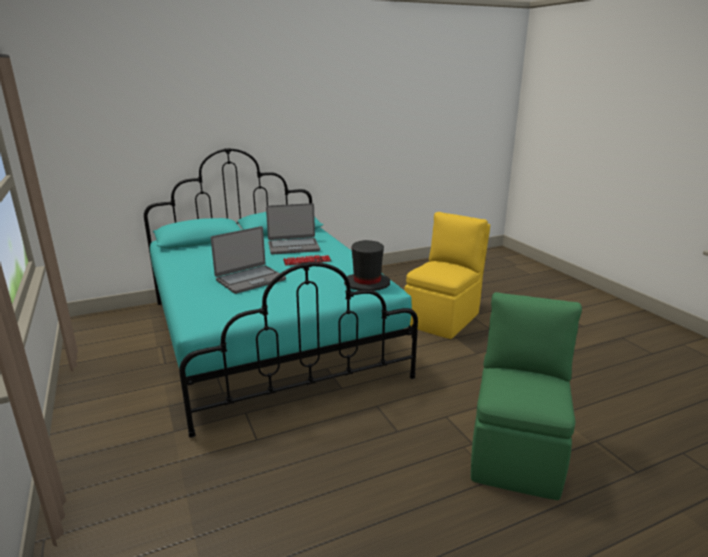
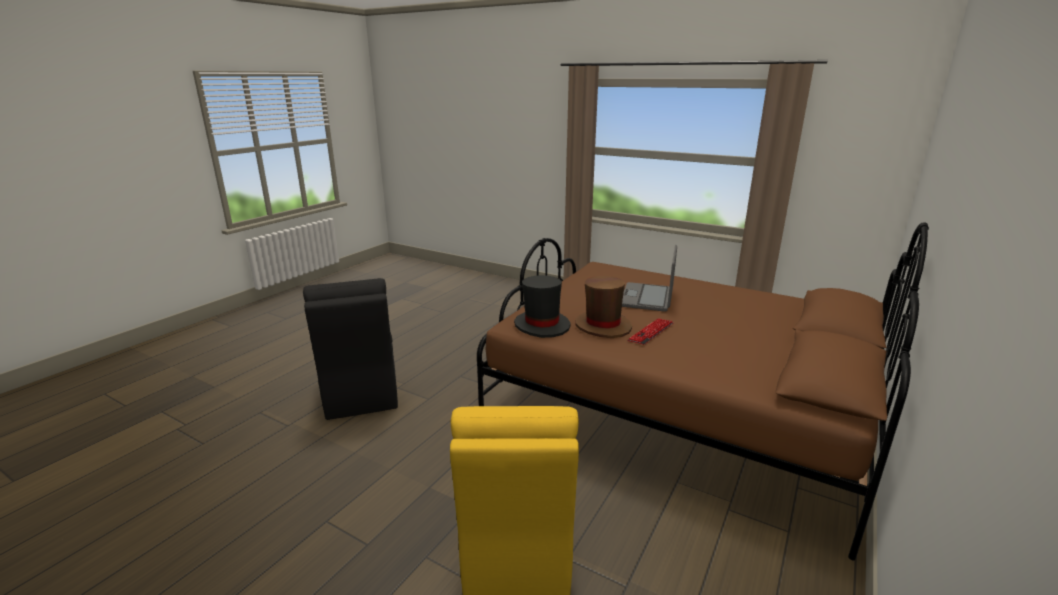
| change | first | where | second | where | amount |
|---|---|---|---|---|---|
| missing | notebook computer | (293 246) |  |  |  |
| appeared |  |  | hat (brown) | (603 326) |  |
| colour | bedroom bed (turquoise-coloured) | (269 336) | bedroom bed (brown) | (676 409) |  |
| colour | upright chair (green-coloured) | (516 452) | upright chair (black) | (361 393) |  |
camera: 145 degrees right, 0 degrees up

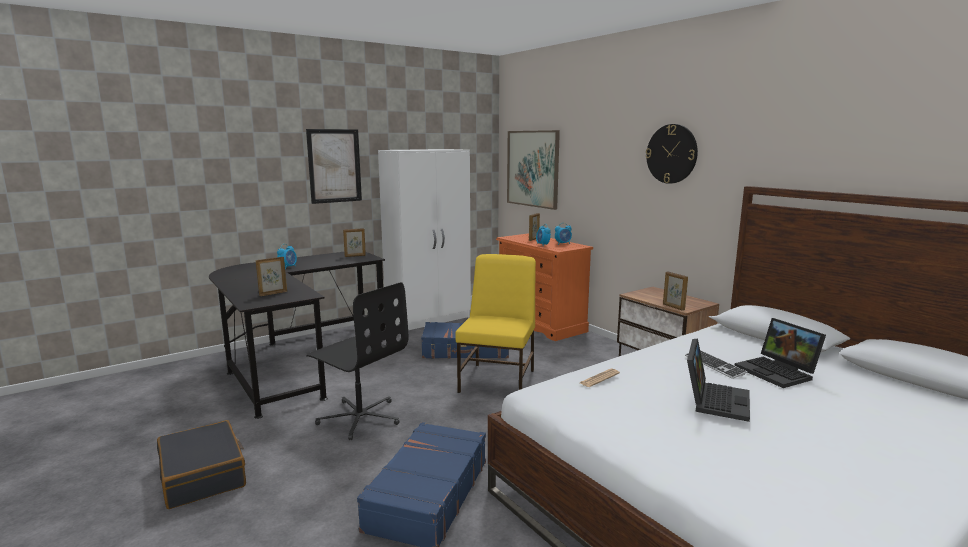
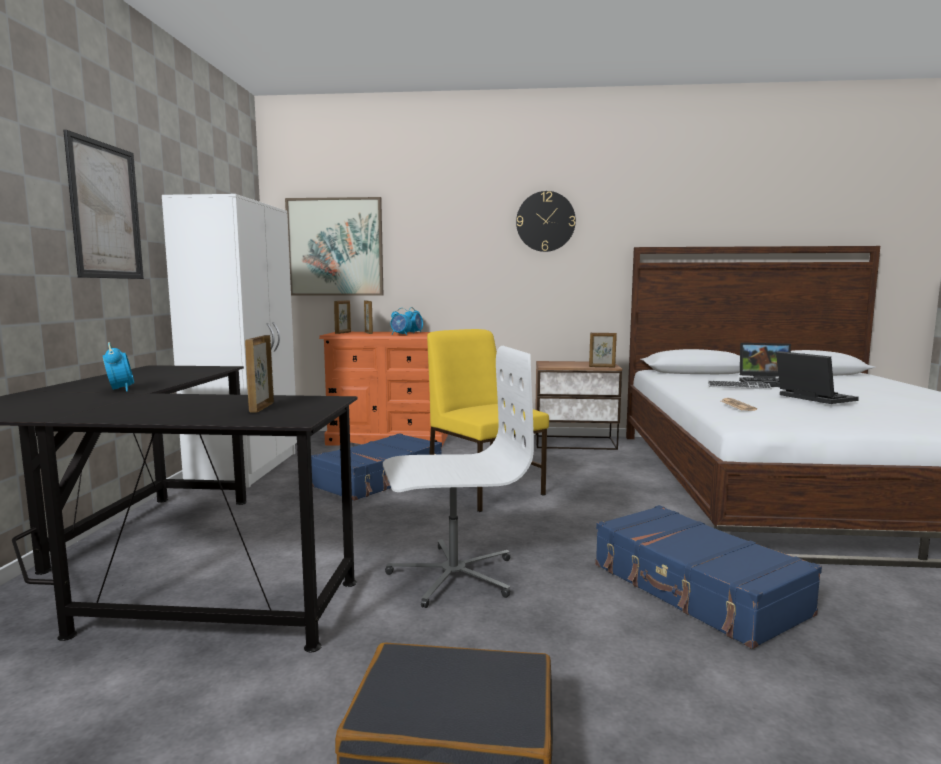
| change | first | where | second | where | amount |
|---|---|---|---|---|---|
| relocated | photo frame | (355 256) |  | (343 333) |  |
| colour | computer chair (black) | (360 417) | computer chair (whitish) | (452 575) |  |
camera: 50 degrees left, 5 degrees down

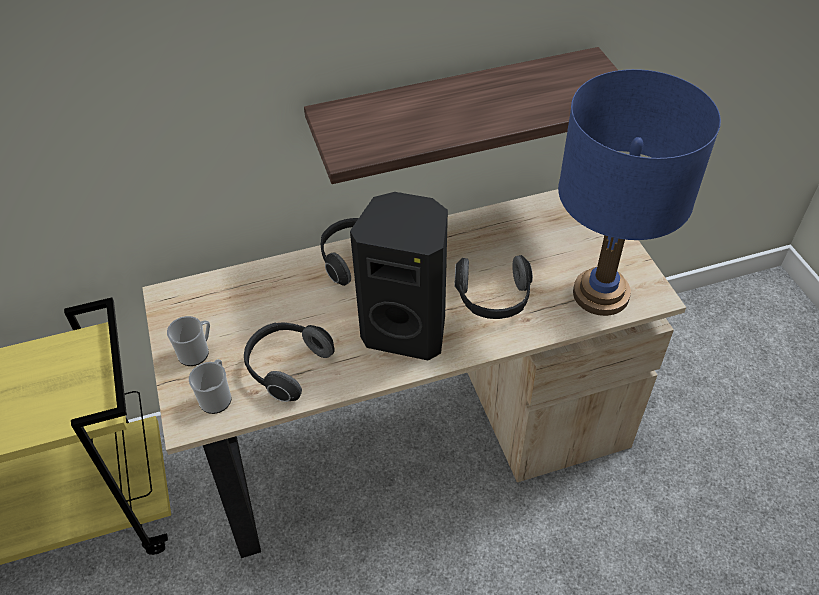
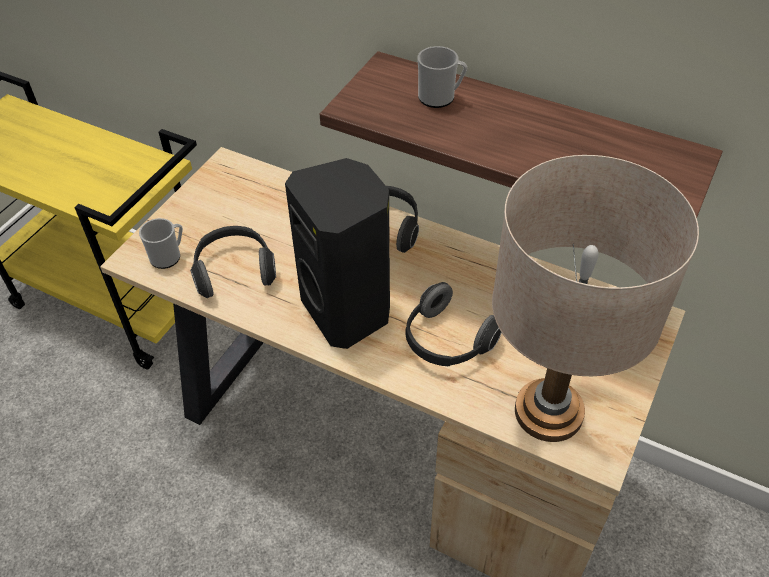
| change | first | where | second | where | amount |
|---|---|---|---|---|---|
| relocated | coffee mug | (197 352) |  | (440 98) |  |
| colour | tabletop lamp (blue) | (601 294) | tabletop lamp (beige) | (548 412) |  |
camera: 45 degrees right, 0 degrees up

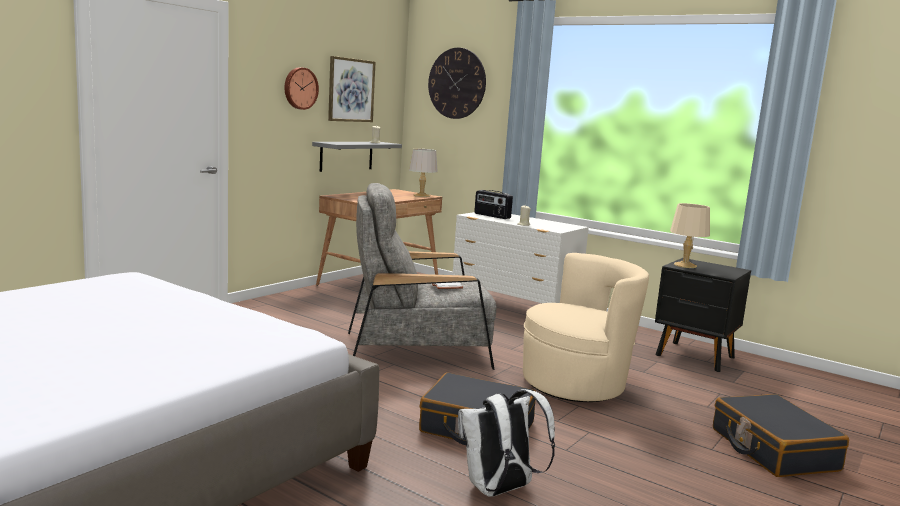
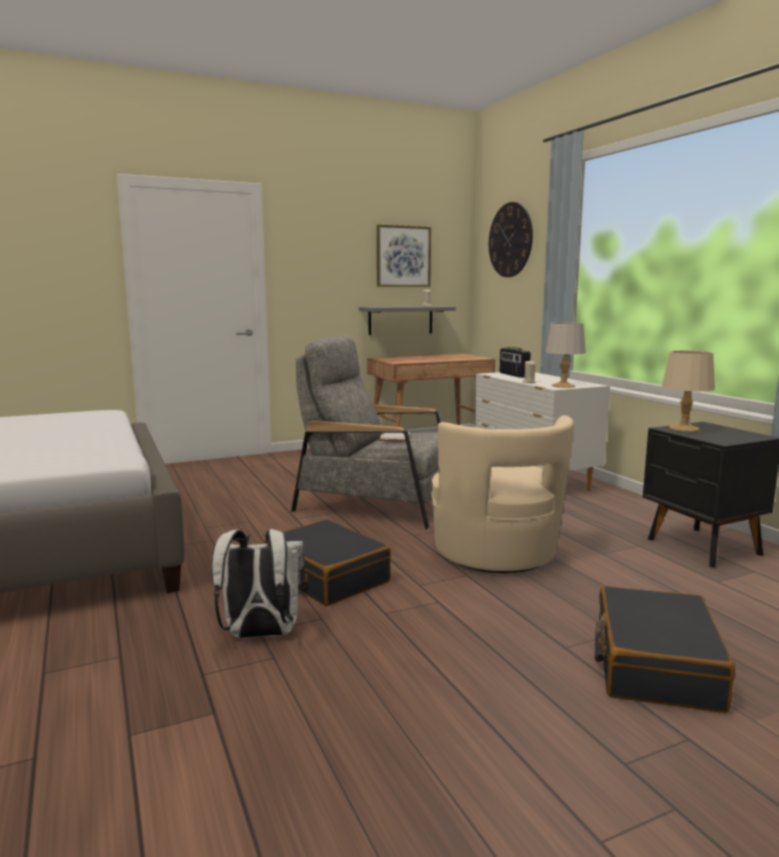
| change | first | where | second | where | amount |
|---|---|---|---|---|---|
| missing | clock on the wall | (300 88) |  |  |  |
| relocated | tabletop lamp (gray) | (421 195) |  | (562 386) |  |
| spun | armchair (beige) | (575 383) |  | (496 554) | 60 degrees clockwise |
camera: 30 degrees right, 0 degrees up

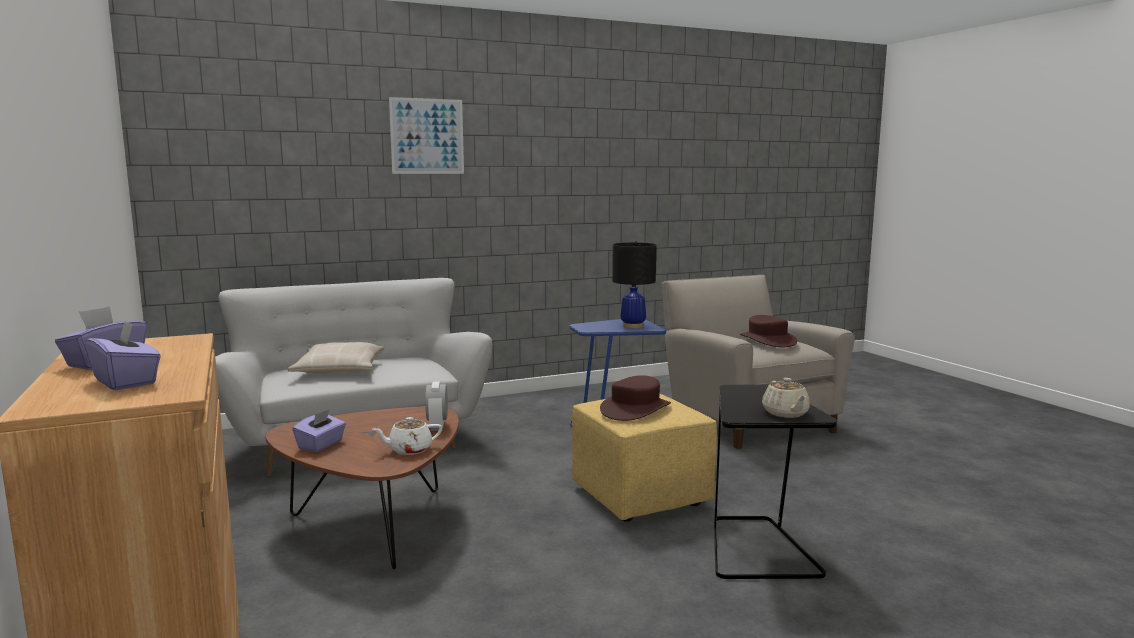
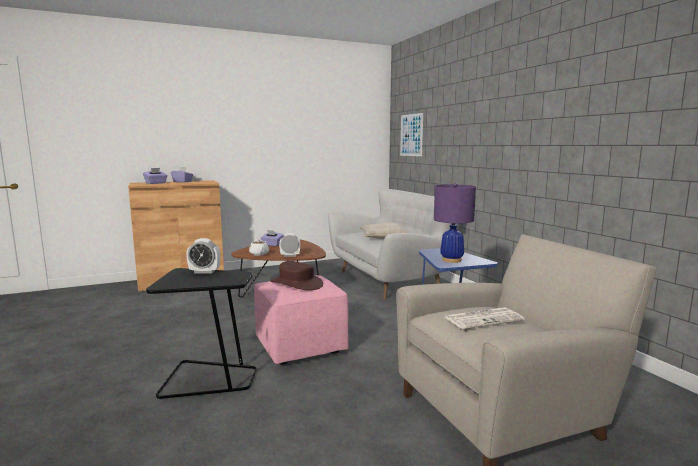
| change | first | where | second | where | amount |
|---|---|---|---|---|---|
| missing | teapot (beige) | (785 413) |  |  |  |
| appeared |  |  | alarm clock | (204 272) |  |
| relocated | picture | (427 136) |  | (411 135) |  |
| exchanged | hat (brown) | (767 340) | printed paper | (483 319) |  |
| colour | footrest (yellow) | (638 497) | footrest (pinkish) | (300 346) |  |
| colour | tabletop lamp (black) | (632 326) | tabletop lamp (purple) | (451 260) |  |
camera: 90 degrees right, 0 degrees up

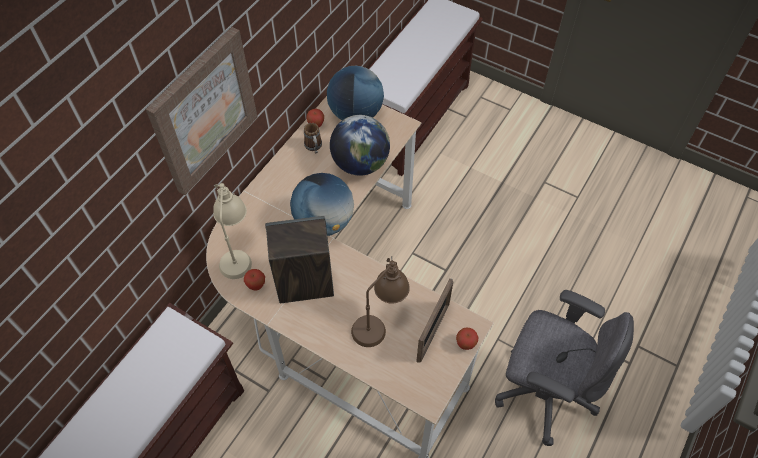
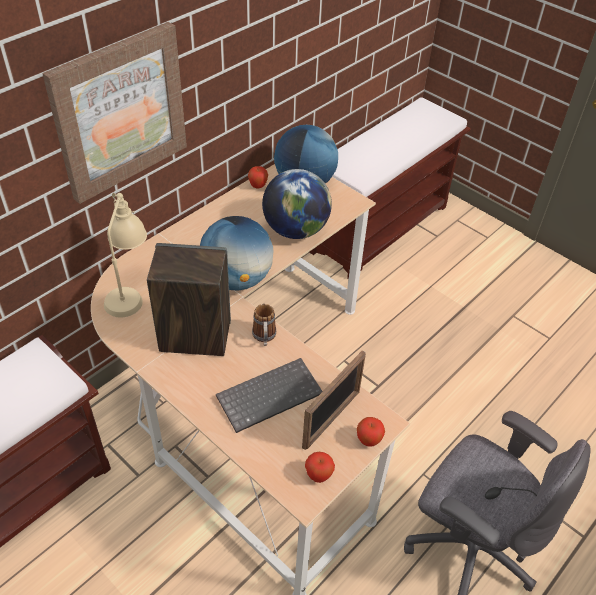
| change | first | where | second | where | amount |
|---|---|---|---|---|---|
| relocated | apple | (256 285) |  | (318 476) |  |
| relocated | coffee mug | (314 148) |  | (264 338) |  |
| exchanged | tabletop lamp (brown) | (379 321) | keyboard | (270 394) |  |
camera: 10 degrees right, 10 degrees down

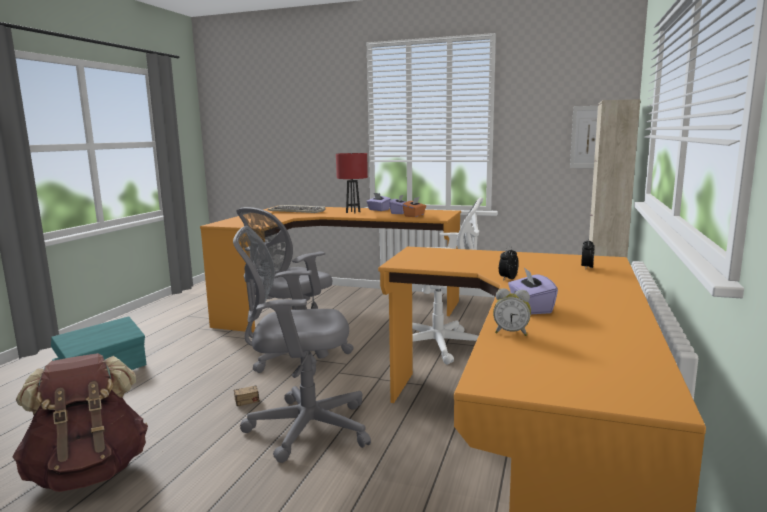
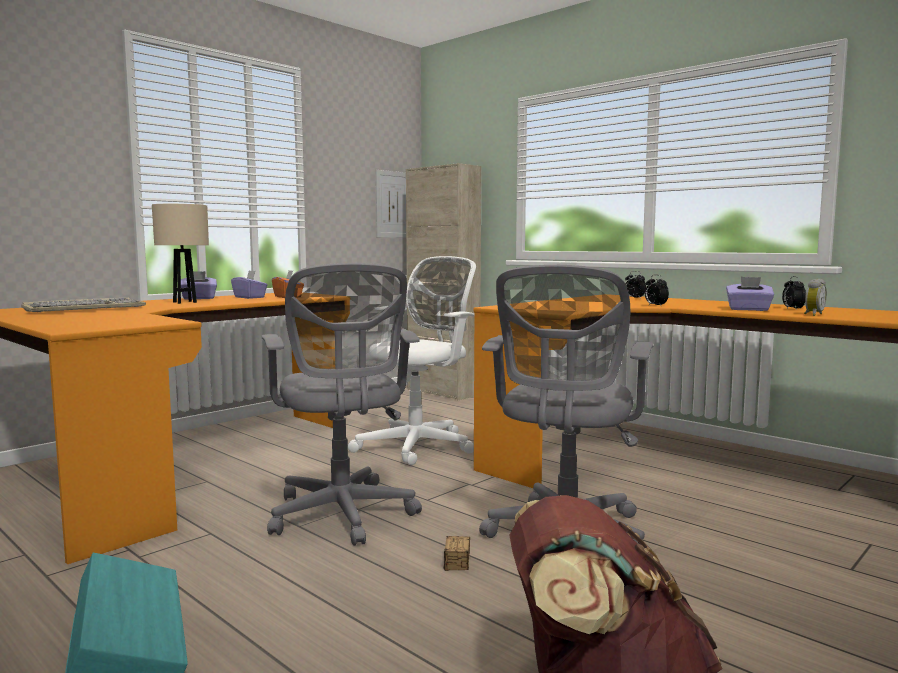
| change | first | where | second | where | amount |
|---|---|---|---|---|---|
| appeared |  |  | alarm clock | (792 309) |  |
| colour | tabletop lamp (red-coloured) | (353 212) | tabletop lamp (beige) | (185 302) |  |
camera: 65 degrees left, 5 degrees down

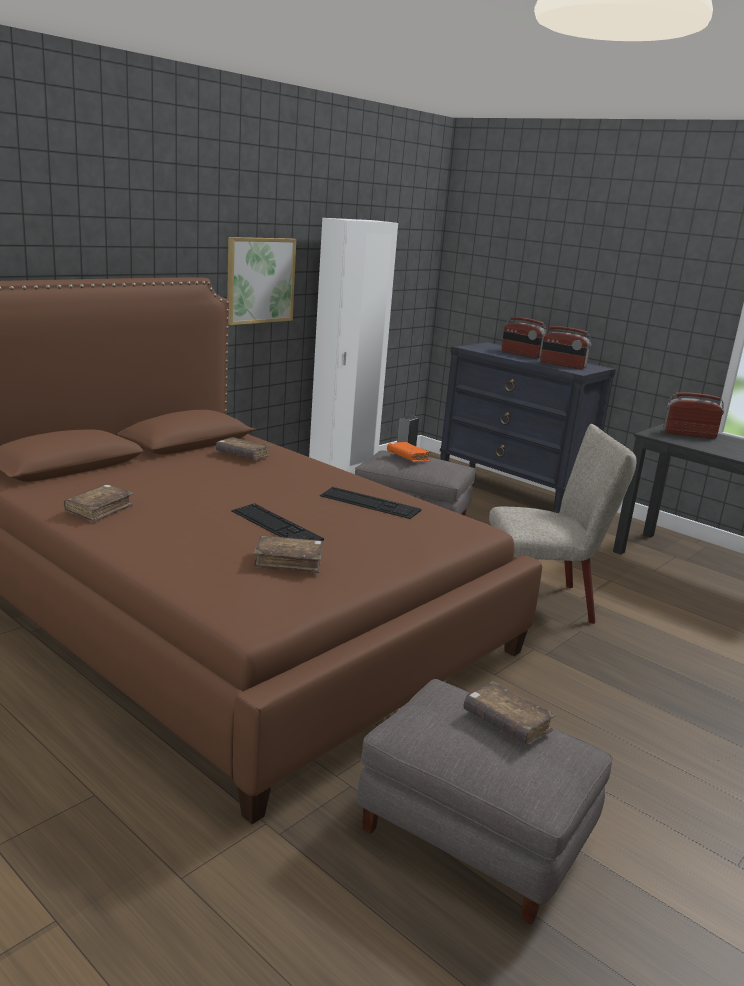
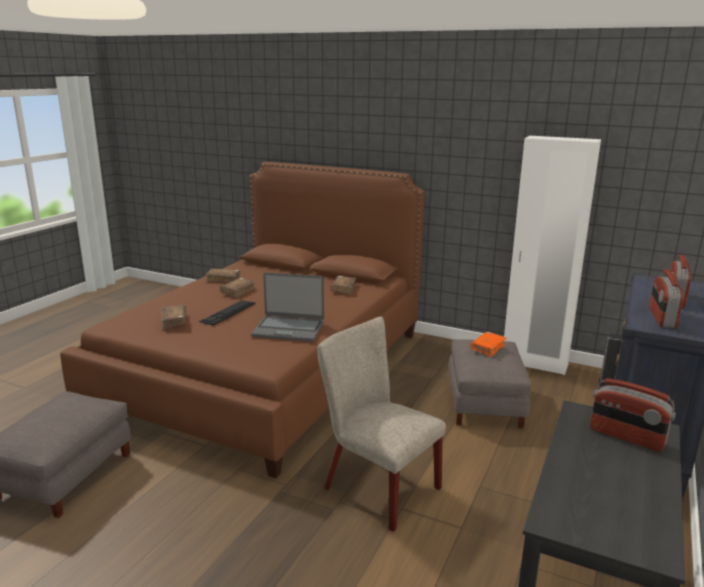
| change | first | where | second | where | amount |
|---|---|---|---|---|---|
| missing | picture | (260 280) |  |  |  |
| relocated | book (brown) | (506 723) |  | (238 291) |  |
| exchanged | keyboard | (369 503) | notebook computer | (288 329) |  |
| spun | upright chair (beige) | (544 602) |  | (375 486) | 150 degrees clockwise |
| spun | radio set | (689 434) |  | (626 437) | 135 degrees clockwise |
camera: 75 degrees right, 0 degrees up

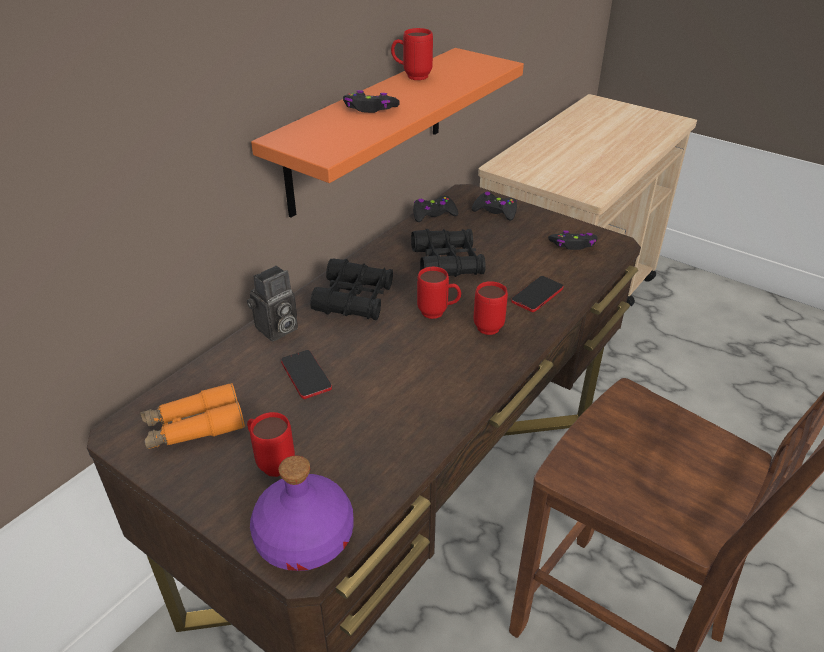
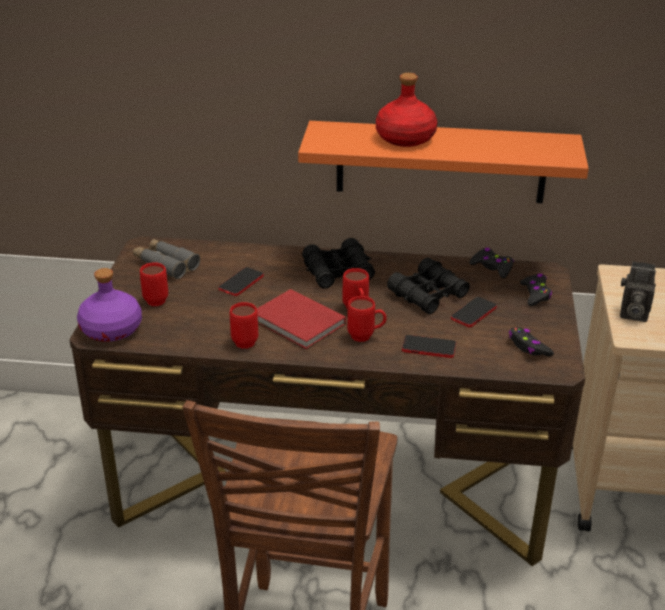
| change | first | where | second | where | amount |
|---|---|---|---|---|---|
| appeared |  |  | book (red-coloured) | (299 323) |  |
| appeared |  |  | phone | (473 313) |  |
| relocated | still camera | (276 330) |  | (632 314) |  |
| relocated | coffee mug (red-coloured) | (411 77) |  | (243 340) |  |
| exchanged | game controller (black) | (370 109) | bottle (red-coloured) | (404 138) |  |
| colour | field glasses (orange-coloured) | (194 427) | field glasses (gray) | (166 264) |  |
camera: 60 degrees right, 5 degrees down

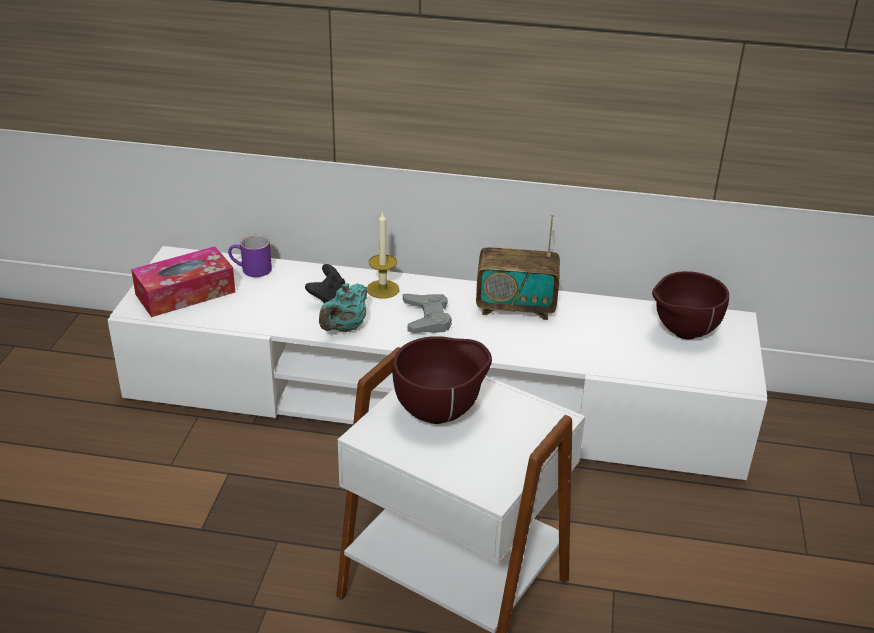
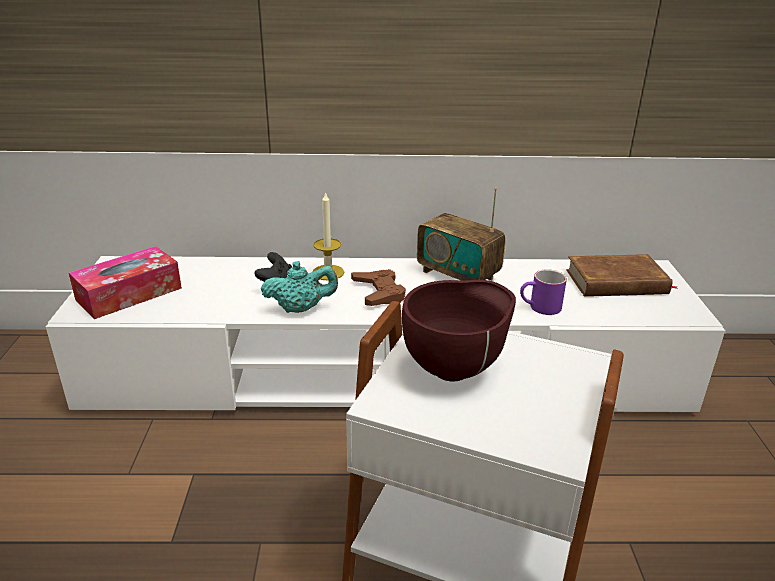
| change | first | where | second | where | amount |
|---|---|---|---|---|---|
| relocated | coffee mug (purple) | (251 270) |  | (540 308) |  |
| exchanged | bowl (brown) | (682 333) | book (brown) | (616 282) |  |
| colour | game controller (gray) | (427 318) | game controller (brown) | (379 292) |  |
| spun | teapot (turquoise-coloured) | (345 328) |  | (300 309) | 120 degrees counterclockwise |
| spun | radio set | (515 307) |  | (458 275) | 45 degrees clockwise |
camera: 10 degrees left, 5 degrees down

